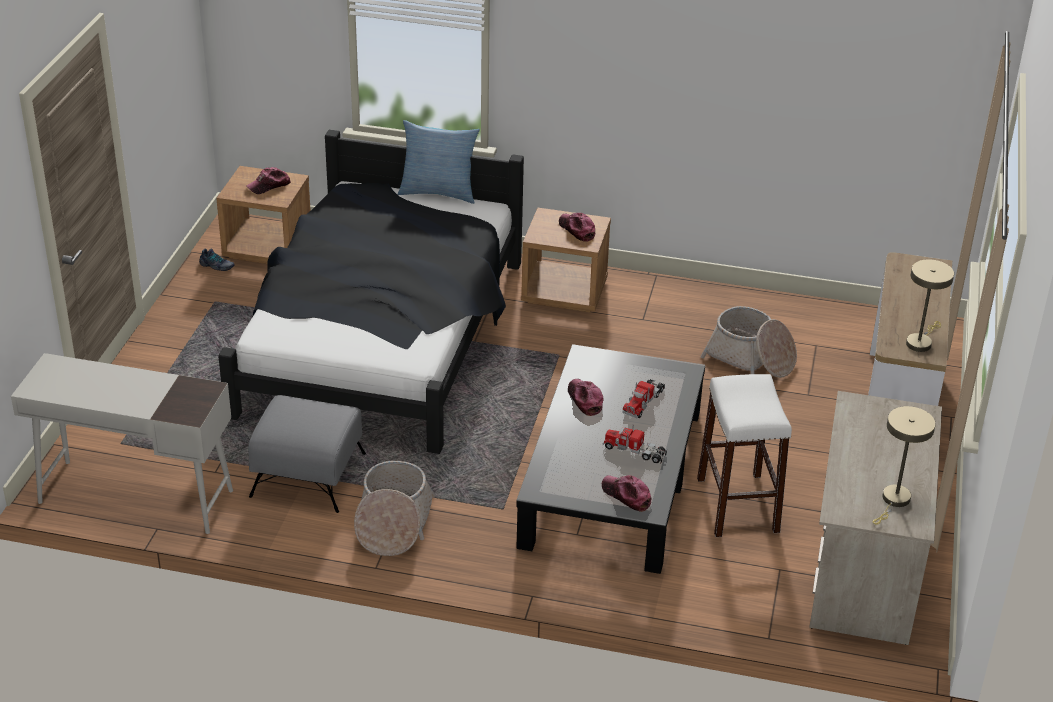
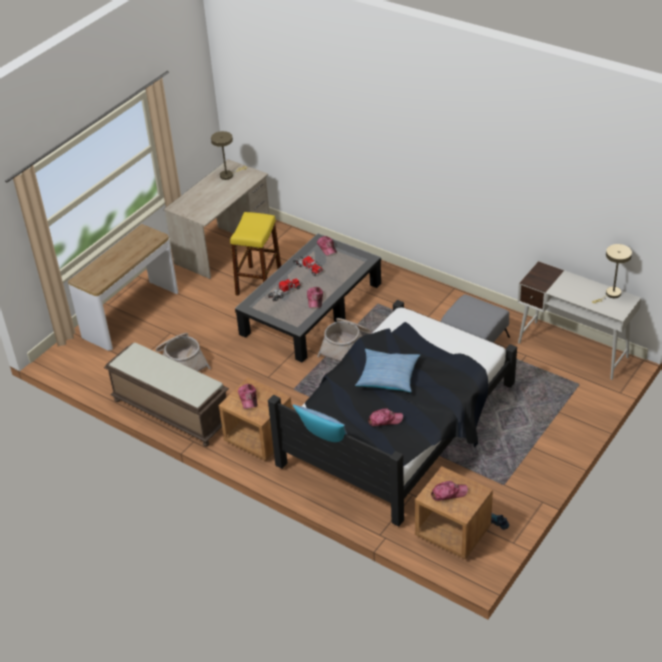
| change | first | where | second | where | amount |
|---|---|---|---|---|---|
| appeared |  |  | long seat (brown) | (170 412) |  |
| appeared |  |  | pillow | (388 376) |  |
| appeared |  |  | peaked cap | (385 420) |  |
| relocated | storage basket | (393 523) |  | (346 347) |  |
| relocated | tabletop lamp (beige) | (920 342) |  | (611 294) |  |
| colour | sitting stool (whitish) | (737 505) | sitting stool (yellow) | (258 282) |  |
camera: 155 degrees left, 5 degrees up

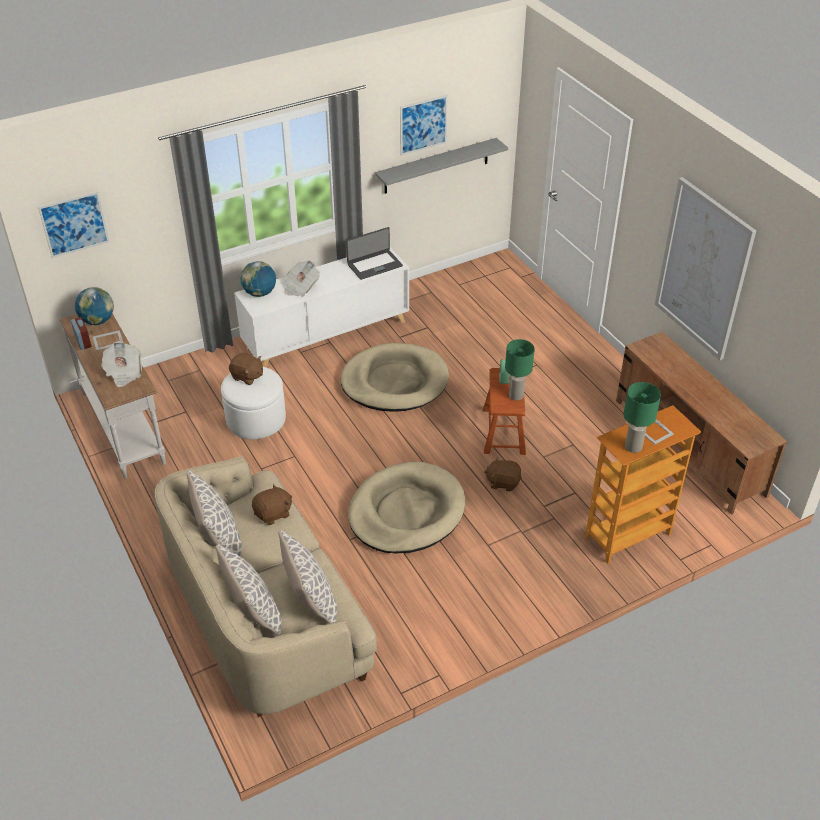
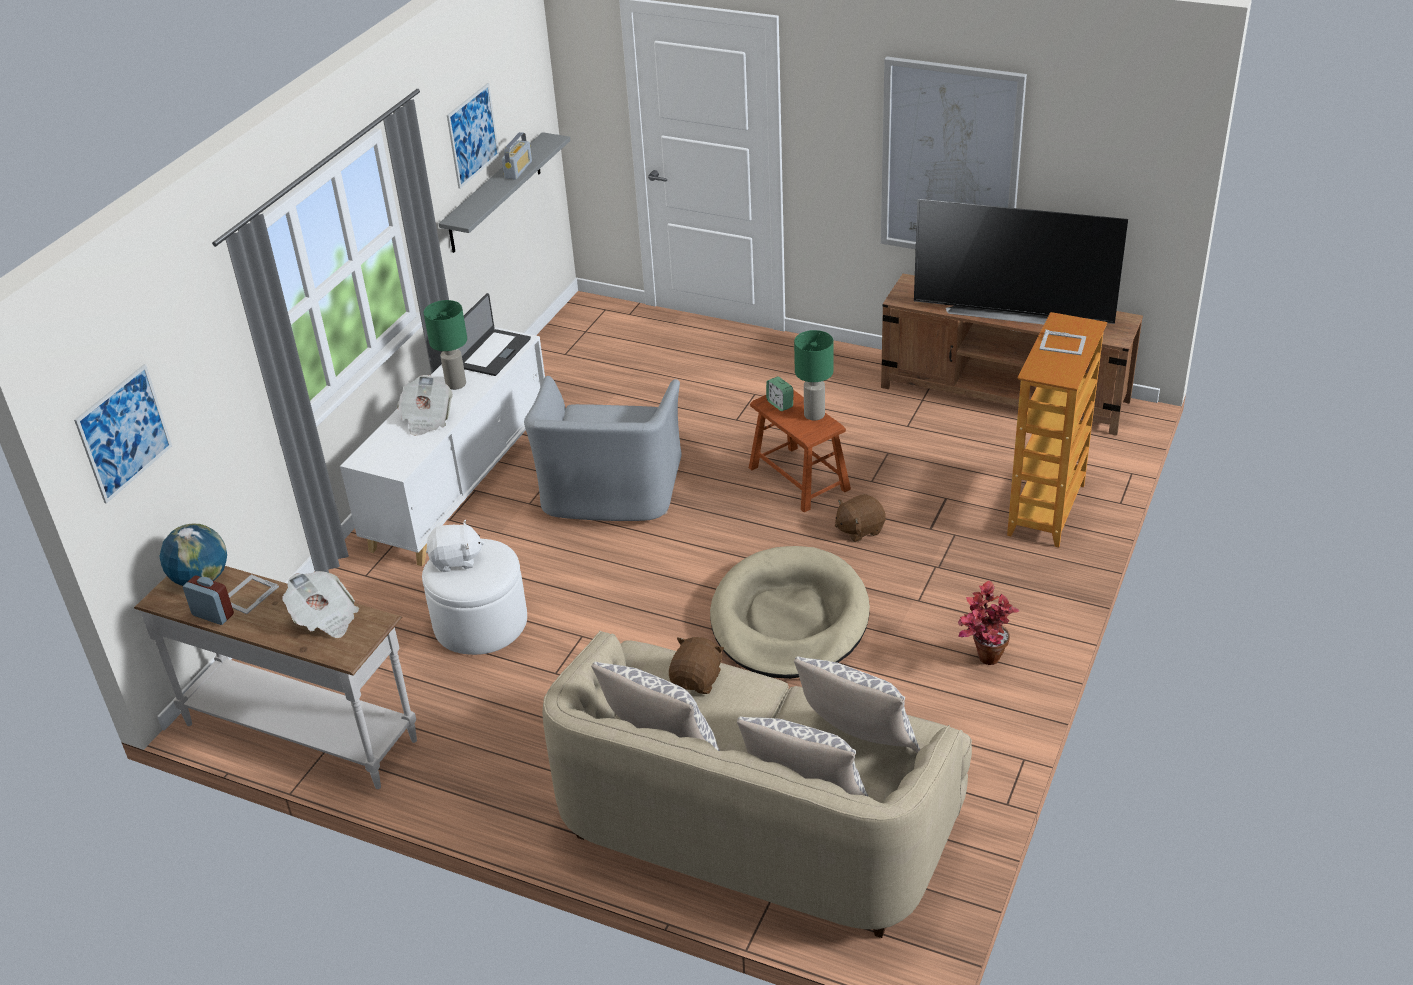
| change | first | where | second | where | amount |
|---|---|---|---|---|---|
| missing | globe | (260 293) |  |  |  |
| appeared |  |  | radio set | (518 170) |  |
| appeared |  |  | television | (1013 311) |  |
| appeared |  |  | potted plant | (981 661) |  |
| relocated | tabletop lamp (green-coloured) | (633 446) |  | (456 384) |  |
| exchanged | pet bed (beige) | (394 382) | armchair (gray) | (610 492) |  |
| colour | cuddly toy (brown) | (247 376) | cuddly toy (whitish) | (456 560) |  |
camera: 35 degrees left, 5 degrees down

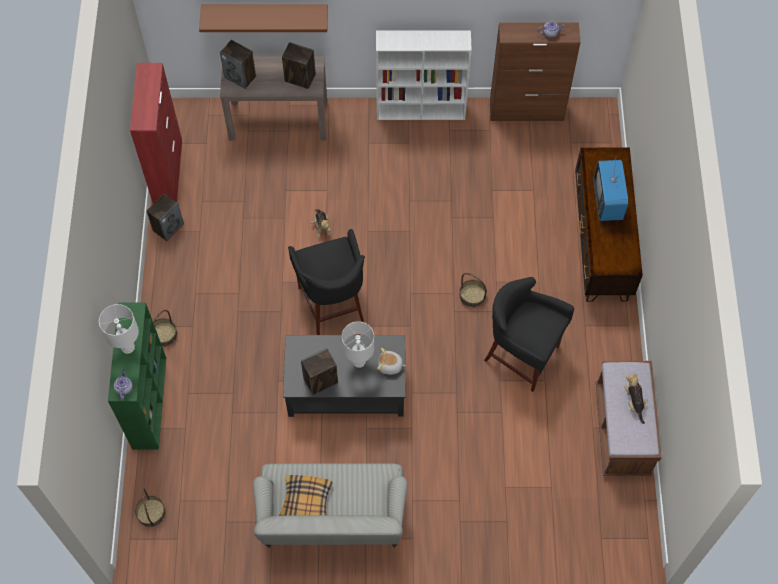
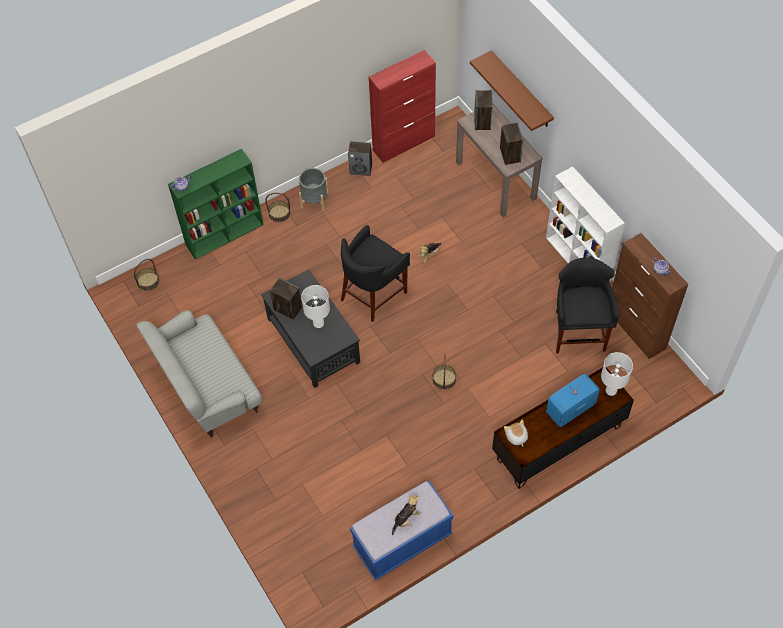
| change | first | where | second | where | amount |
|---|---|---|---|---|---|
| missing | pillow | (306 501) |  |  |  |
| appeared |  |  | flower pot (gray) | (314 200) |  |
| relocated | tabletop lamp (whitish) | (128 347) |  | (611 390) |  |
| relocated | cuddly toy | (390 366) |  | (516 437) |  |
| relocated | sitting stool (black) | (521 355) |  | (578 332) |  |
| colour | long seat (brown) | (622 430) | long seat (blue) | (402 541) |  |
camera: 60 degrees right, 5 degrees down

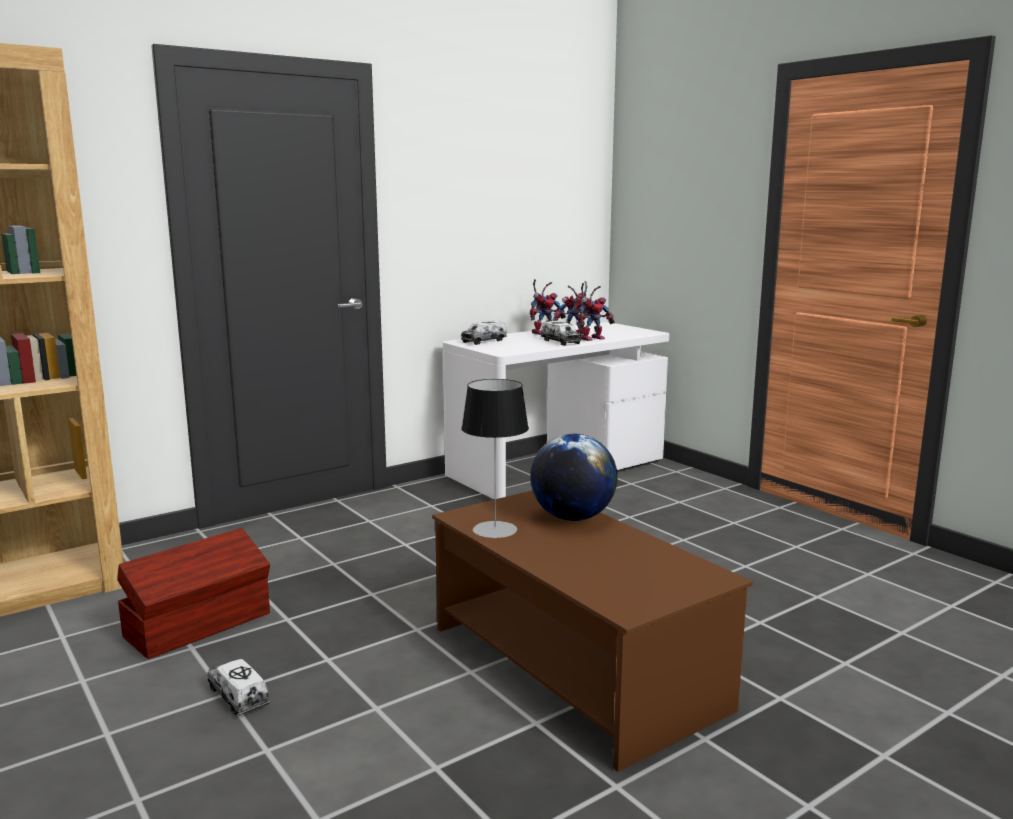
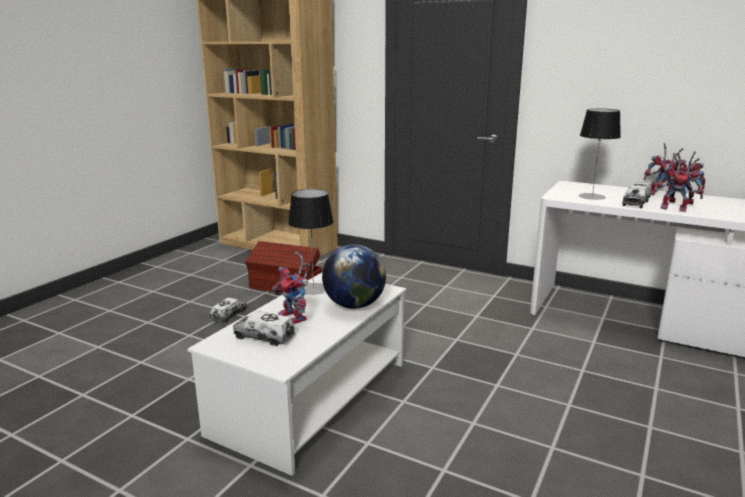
| change | first | where | second | where | amount |
|---|---|---|---|---|---|
| appeared |  |  | model robot | (296 318) |  |
| appeared |  |  | tabletop lamp | (592 196) |  |
| relocated | toy lorry | (484 341) |  | (264 337) |  |
| colour | lounge table (brown) | (576 667) | lounge table (whitish) | (311 398) |  |
camera: 65 degrees right, 5 degrees up

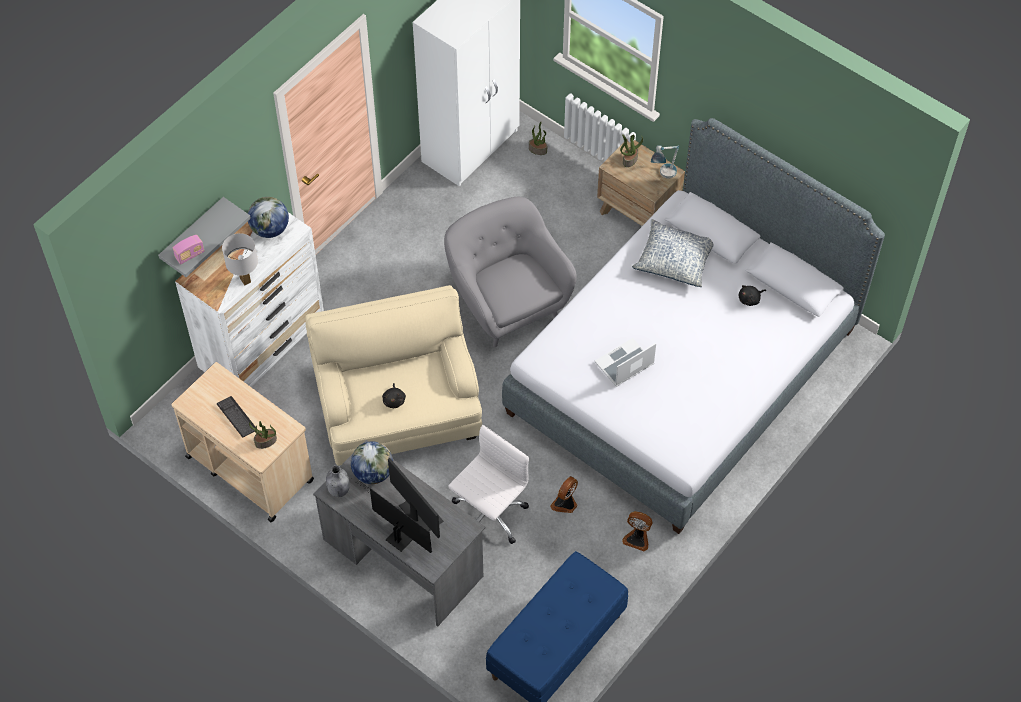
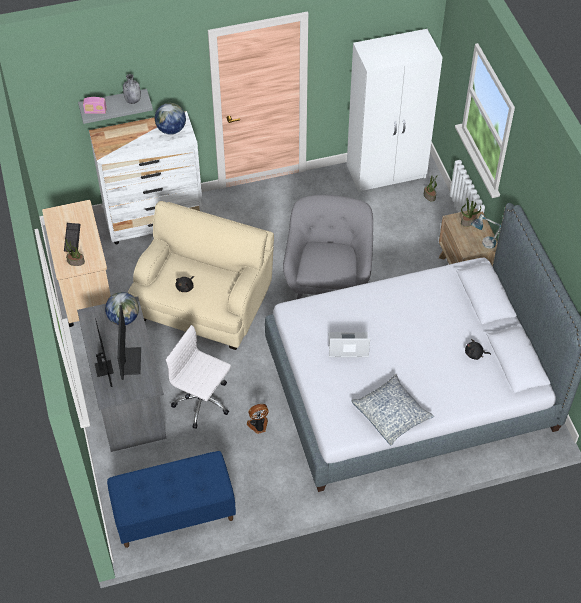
| change | first | where | second | where | amount |
|---|---|---|---|---|---|
| missing | tabletop lamp (whitish) | (245 280) |  |  |  |
| missing | fan | (637 538) |  |  |  |
| relocated | bottle (gray) | (338 489) |  | (133 100) |  |
| relocated | pillow | (675 260) |  | (392 414) |  |
| spun | computer chair (whitish) | (489 515) |  | (203 402) | 135 degrees counterclockwise |
camera: 35 degrees right, 5 degrees down

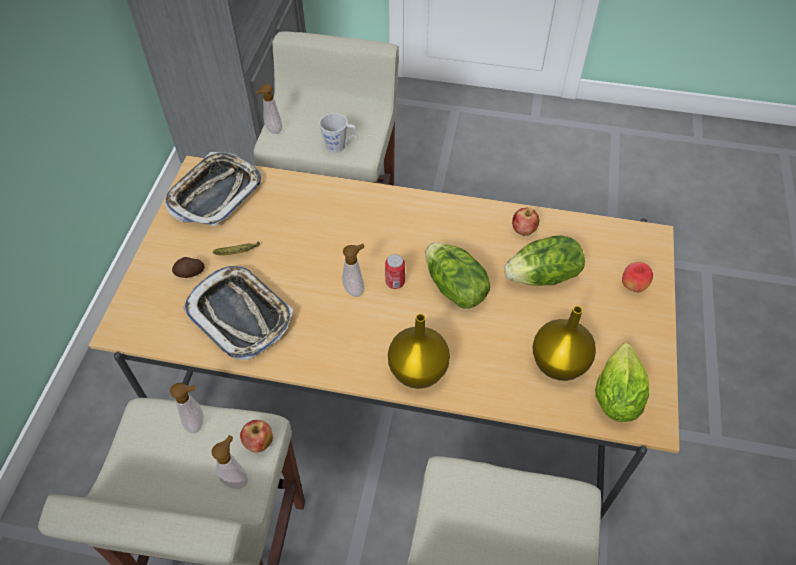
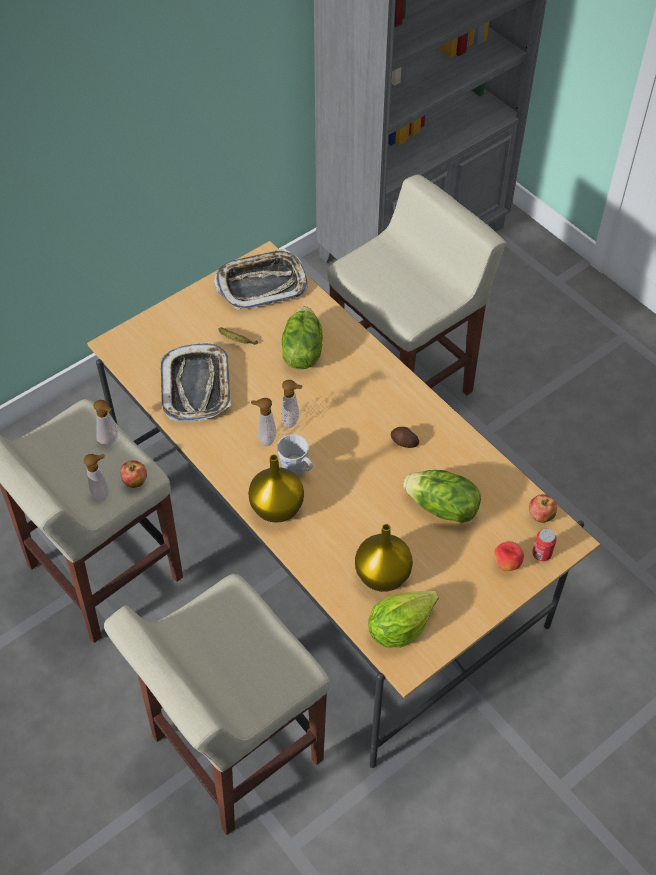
| change | first | where | second | where | amount |
|---|---|---|---|---|---|
| relocated | potato | (190 273) |  | (404 442) |  |
| relocated | liquid soap bottle | (272 130) |  | (265 438) |  |
| relocated | coffee mug (gray) | (339 146) |  | (297 469) |  |
| relocated | can | (395 282) |  | (541 554) |  |
| relocated | head of lettuce | (454 288) |  | (301 351) |  |
| relocated | apple | (523 230) |  | (540 516) |  |
camera: 40 degrees right, 0 degrees up

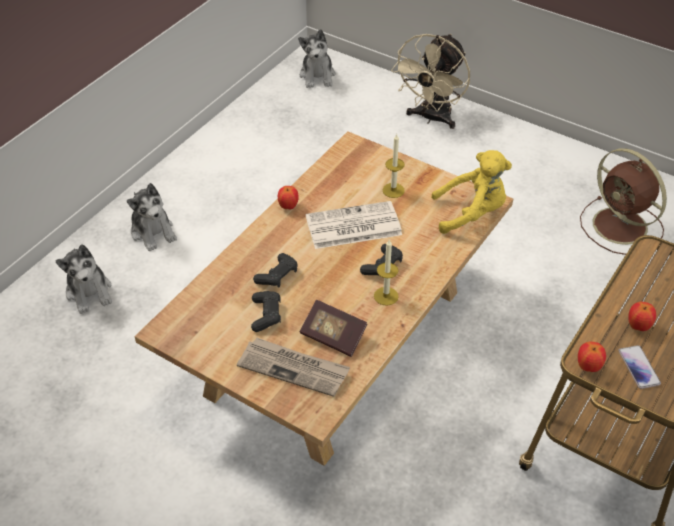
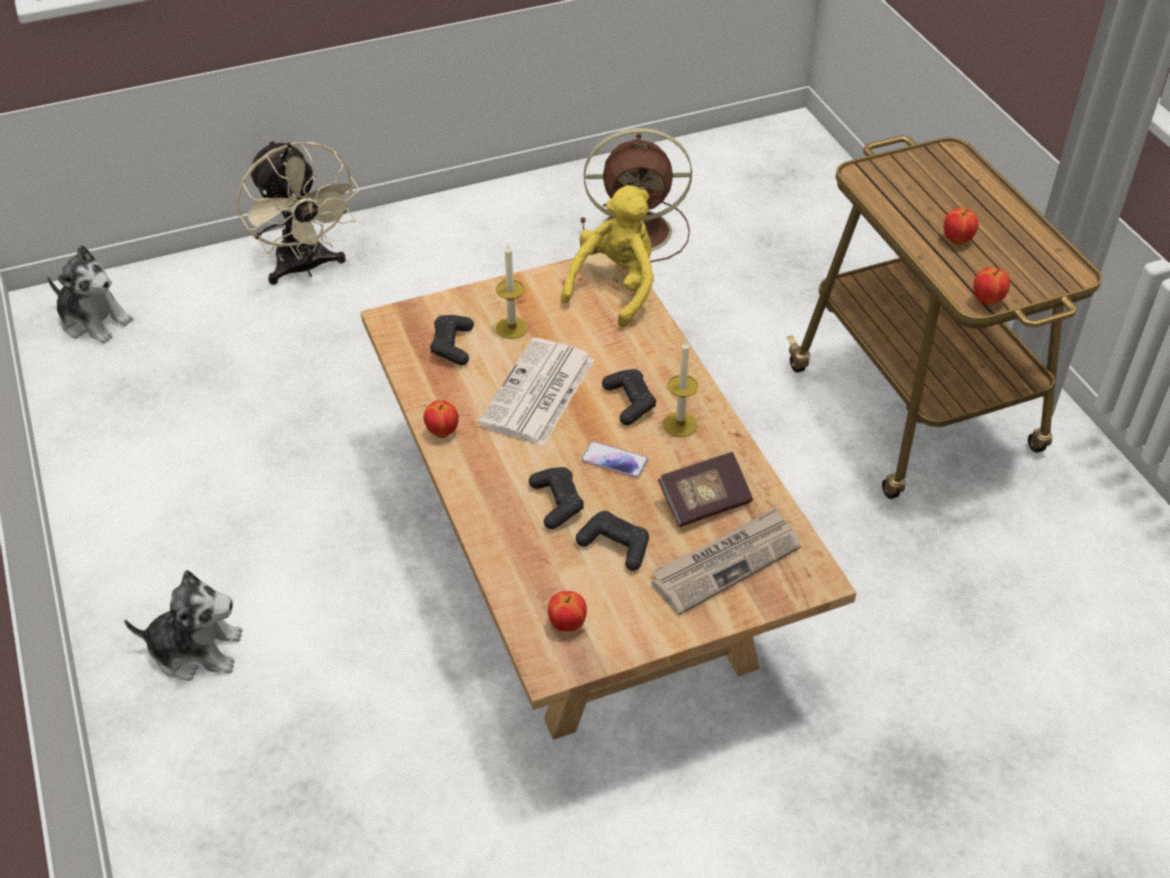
| change | first | where | second | where | amount |
|---|---|---|---|---|---|
| missing | cuddly toy | (89 292) |  |  |  |
| appeared |  |  | game controller (black) | (452 346) |  |
| appeared |  |  | apple | (567 624) |  |
| relocated | phone | (639 367) |  | (614 460) |  |
camera: 55 degrees left, 0 degrees up

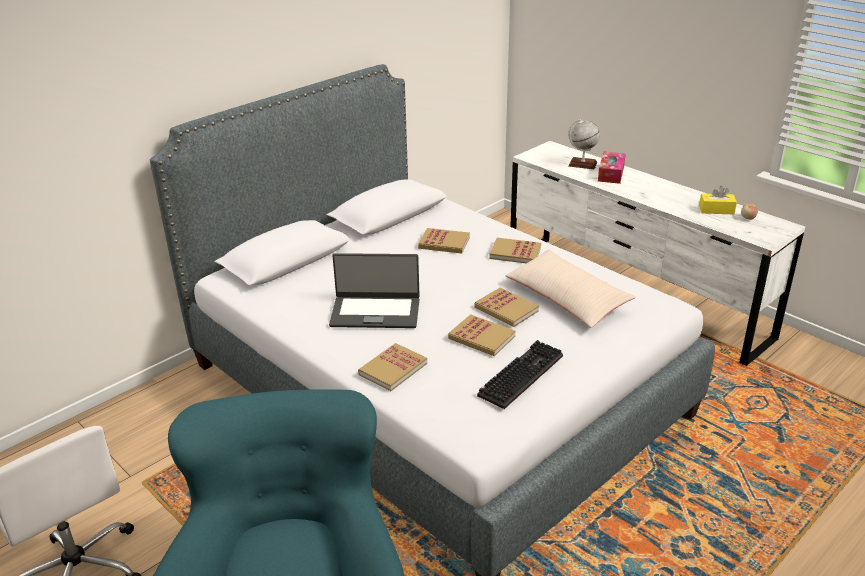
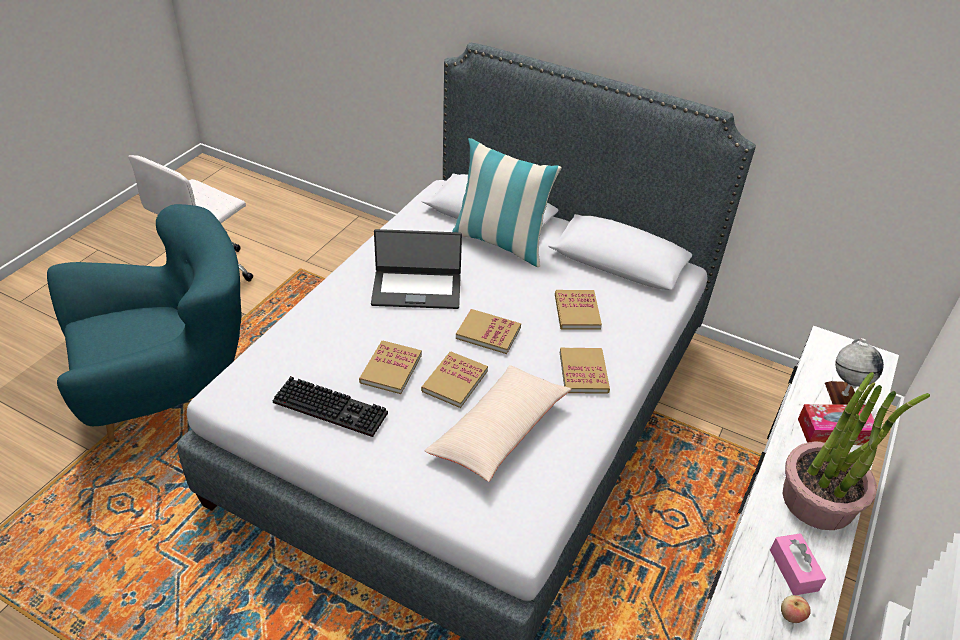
| change | first | where | second | where | amount |
|---|---|---|---|---|---|
| appeared |  |  | pillow | (500 242) |  |
| appeared |  |  | potted plant | (819 500) |  |
| relocated | book | (393 369) |  | (488 333) |  |
| colour | tissue box (yellow) | (716 210) | tissue box (pinkish) | (793 570) |  |
| spun | notebook computer | (375 312) |  | (416 289) | 75 degrees counterclockwise |
camera: 70 degrees right, 10 degrees up

